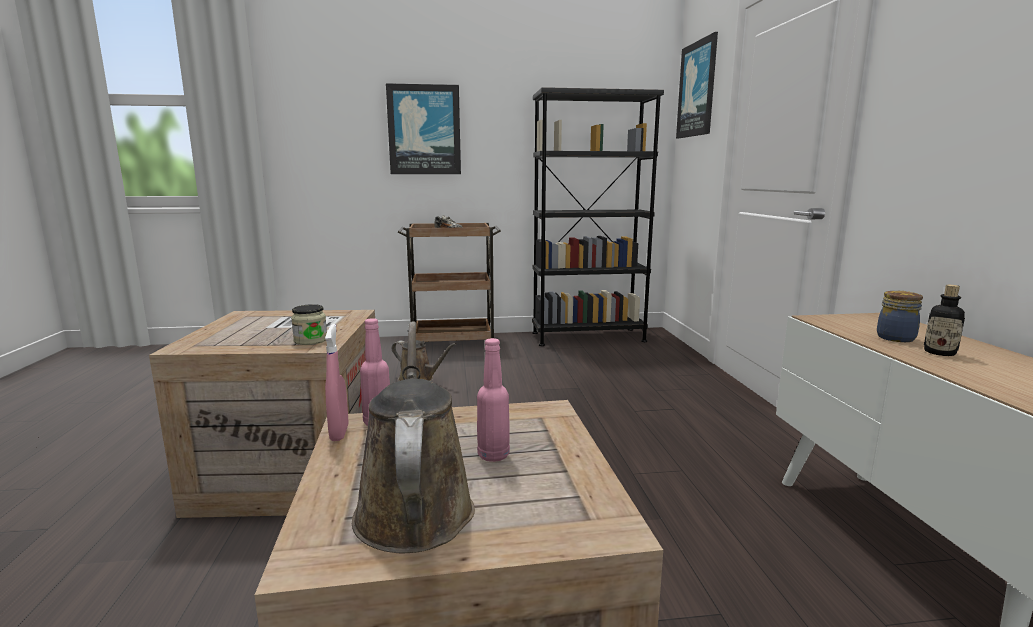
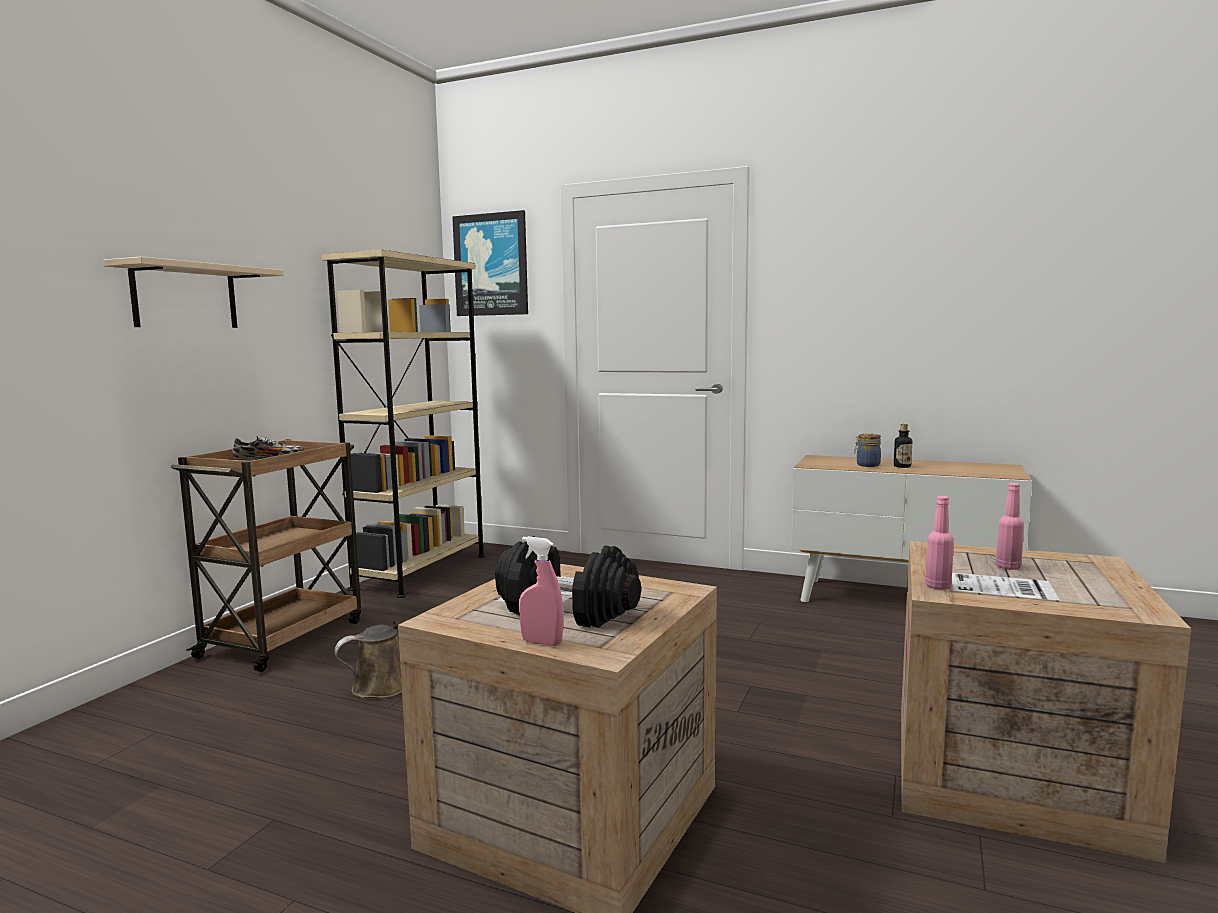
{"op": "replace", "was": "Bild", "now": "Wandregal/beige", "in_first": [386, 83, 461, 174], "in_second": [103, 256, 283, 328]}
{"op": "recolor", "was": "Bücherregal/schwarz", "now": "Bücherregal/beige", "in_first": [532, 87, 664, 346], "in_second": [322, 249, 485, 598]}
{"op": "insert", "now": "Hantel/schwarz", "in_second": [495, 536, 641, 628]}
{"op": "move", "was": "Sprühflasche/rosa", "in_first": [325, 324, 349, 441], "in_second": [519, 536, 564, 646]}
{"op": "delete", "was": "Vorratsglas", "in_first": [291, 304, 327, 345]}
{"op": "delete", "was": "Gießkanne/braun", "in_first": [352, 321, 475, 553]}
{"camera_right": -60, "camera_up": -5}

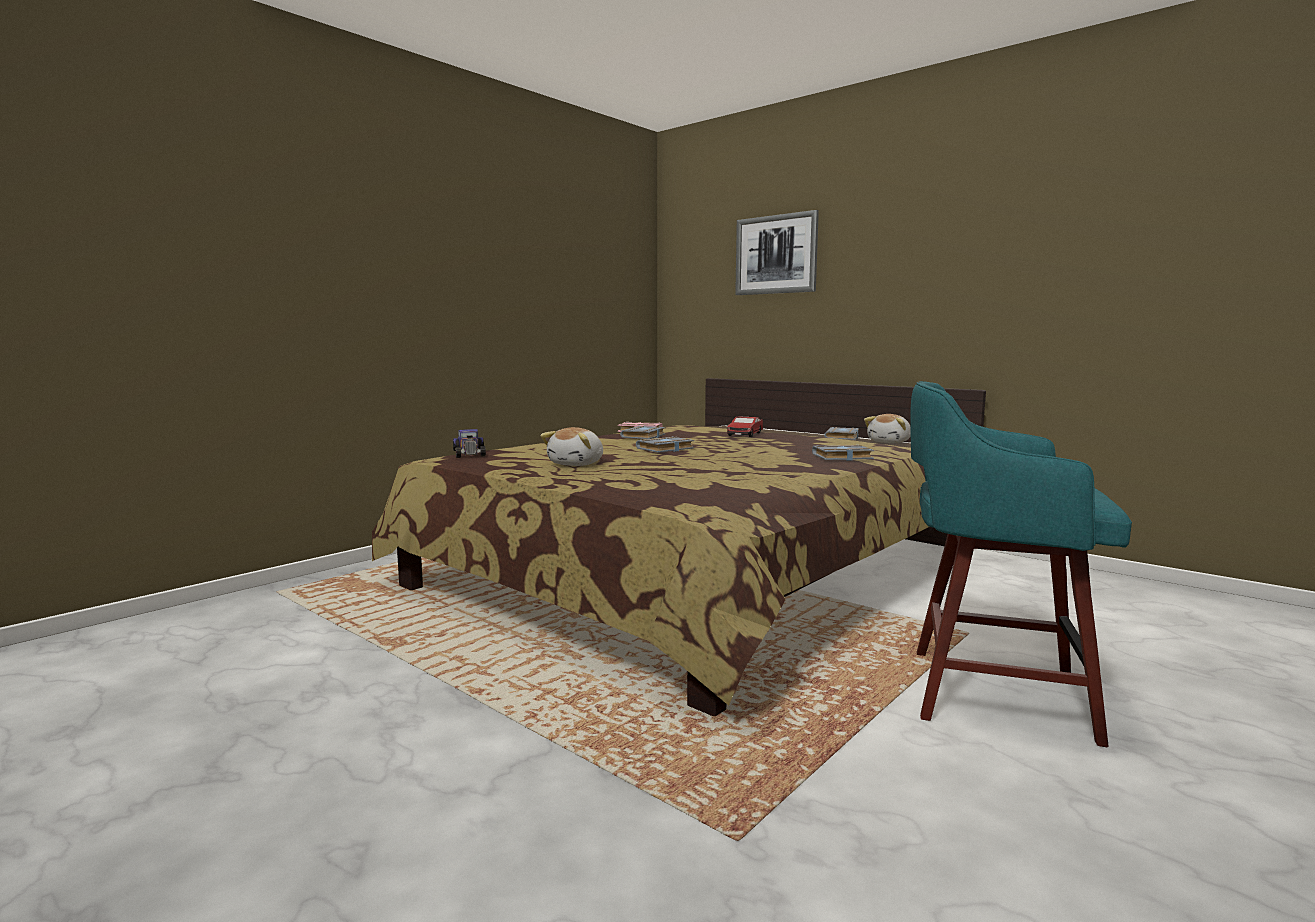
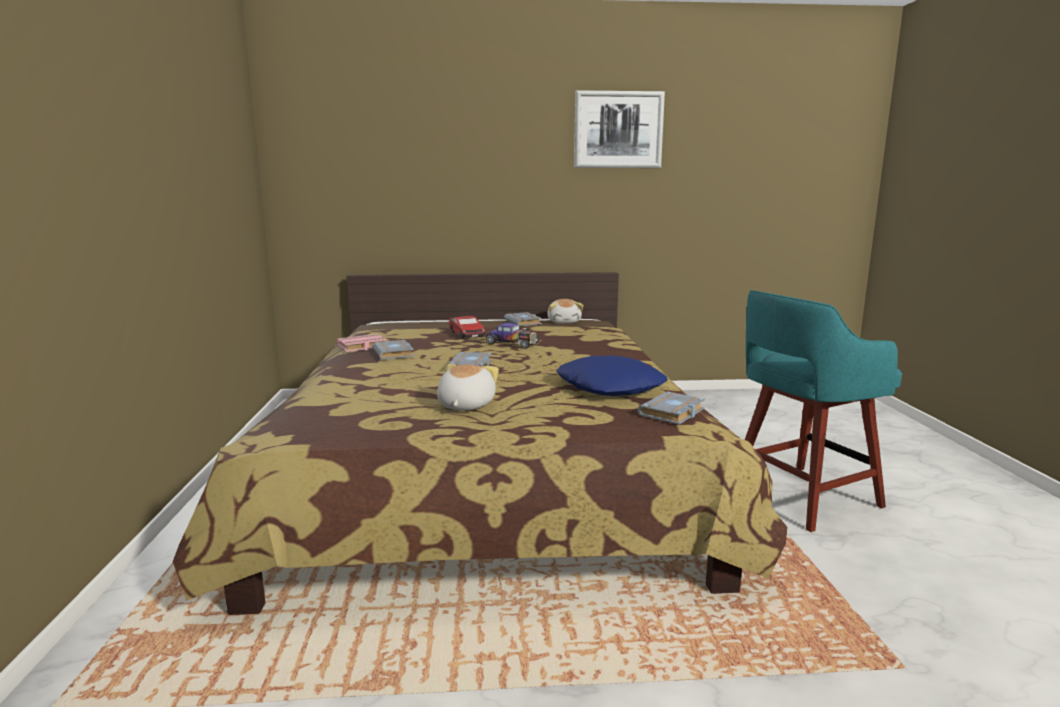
{"op": "rotate", "was": "Plüschtier", "in_first": [540, 427, 603, 466], "in_second": [437, 364, 499, 410], "clockwise": -150}
{"op": "move", "was": "Spielzeugauto", "in_first": [453, 429, 486, 458], "in_second": [486, 323, 539, 349]}
{"op": "insert", "now": "Kissen/blau", "in_second": [557, 356, 668, 396]}
{"op": "move", "was": "Bild", "in_first": [735, 210, 819, 295], "in_second": [574, 90, 665, 168]}
{"op": "move", "was": "Buch/grau", "in_first": [812, 445, 874, 461], "in_second": [638, 391, 705, 425]}
{"camera_right": -45, "camera_up": 5}

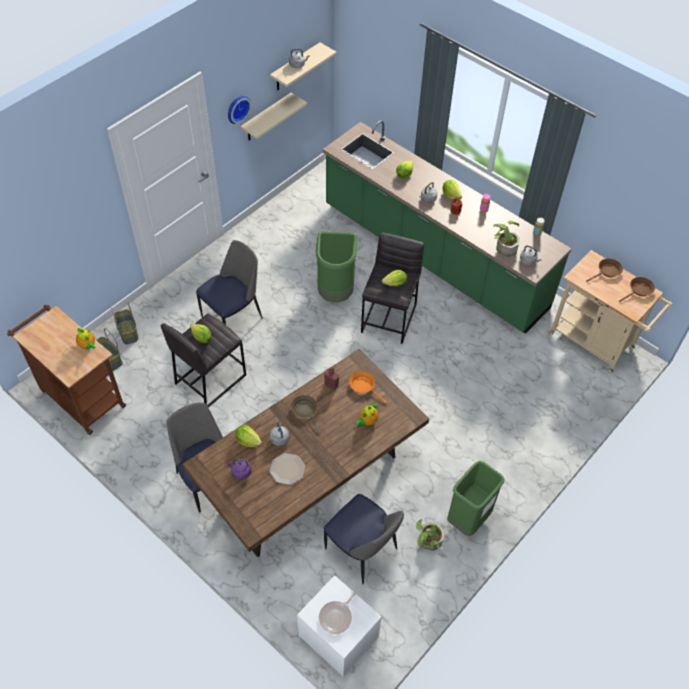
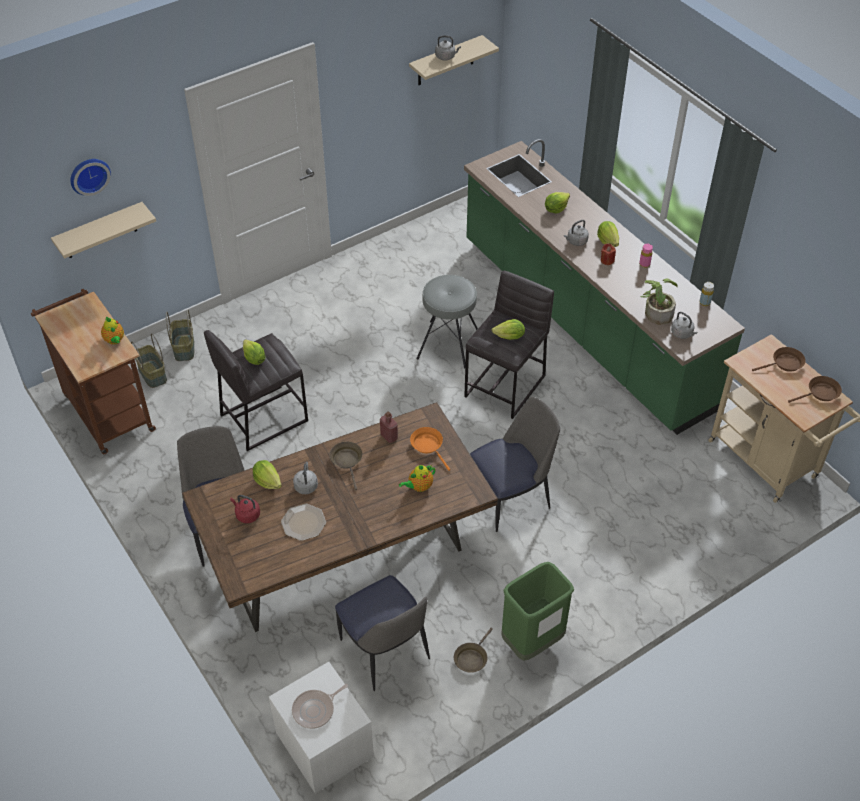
{"op": "move", "was": "Wandregal/beige", "in_first": [241, 93, 307, 140], "in_second": [51, 202, 156, 259]}
{"op": "move", "was": "Wanduhr", "in_first": [228, 96, 251, 124], "in_second": [70, 159, 111, 196]}
{"op": "recolor", "was": "Wasserkessel/lila", "now": "Wasserkessel/rot", "in_first": [226, 459, 252, 480], "in_second": [230, 495, 260, 523]}
{"op": "replace", "was": "Mülleimer/grün", "now": "Hocker/grau", "in_first": [316, 231, 357, 303], "in_second": [416, 275, 478, 368]}
{"op": "replace", "was": "Topfpflanze", "now": "Pfanne/braun", "in_first": [416, 519, 445, 551], "in_second": [454, 628, 493, 673]}
{"op": "move", "was": "Stuhl", "in_first": [196, 240, 262, 325], "in_second": [470, 397, 560, 532]}
{"camera_right": 15, "camera_up": -5}

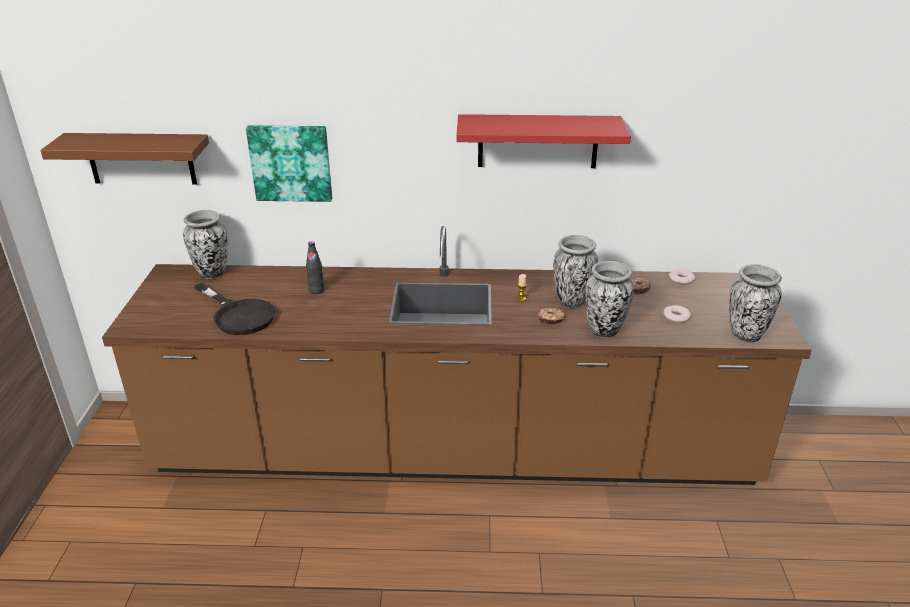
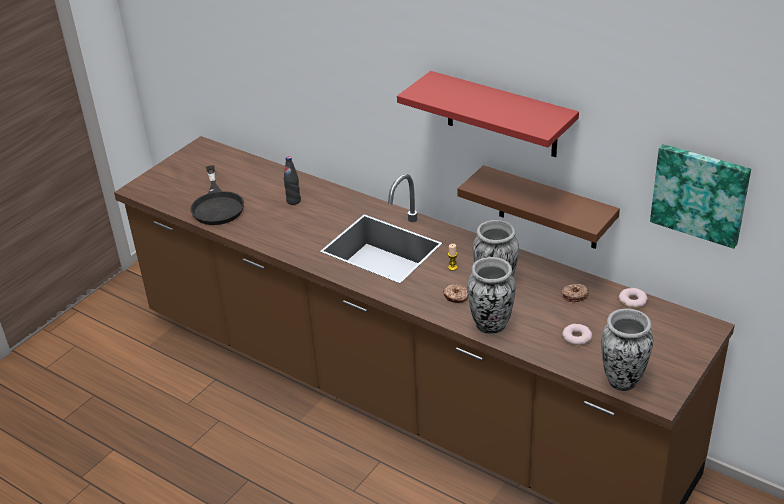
{"op": "move", "was": "Wandregal/braun", "in_first": [40, 133, 209, 185], "in_second": [457, 165, 620, 249]}
{"op": "move", "was": "Bild", "in_first": [246, 125, 332, 202], "in_second": [650, 144, 751, 249]}
{"op": "delete", "was": "Vase", "in_first": [183, 210, 228, 279]}
{"camera_right": 35, "camera_up": 5}

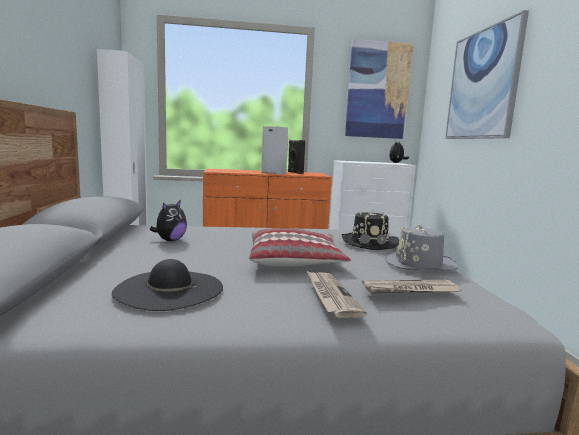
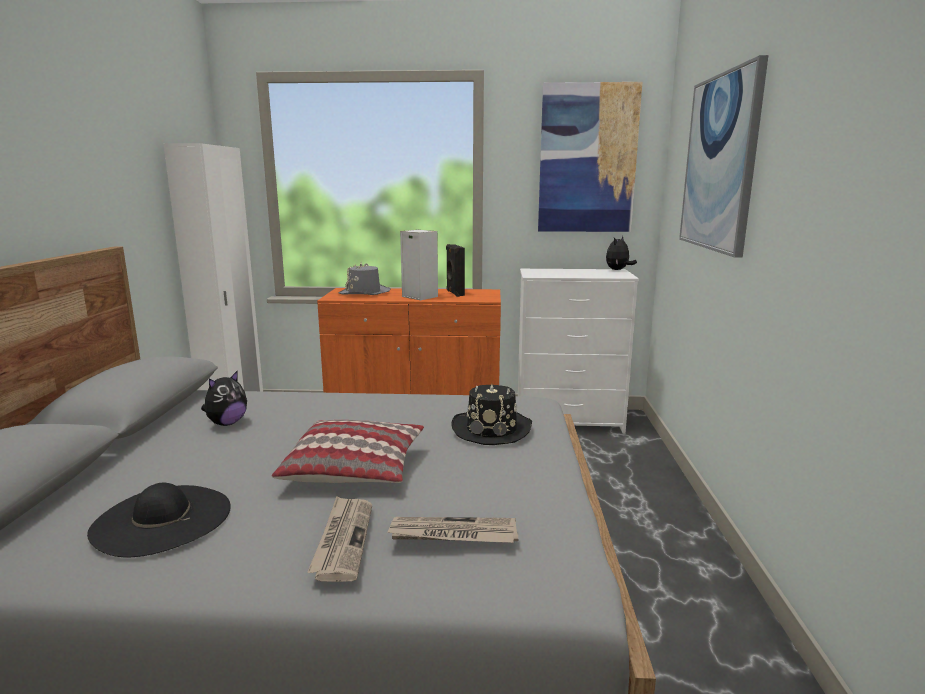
{"op": "move", "was": "Hut/grau", "in_first": [386, 223, 458, 271], "in_second": [339, 262, 391, 295]}
{"camera_right": 10, "camera_up": 5}

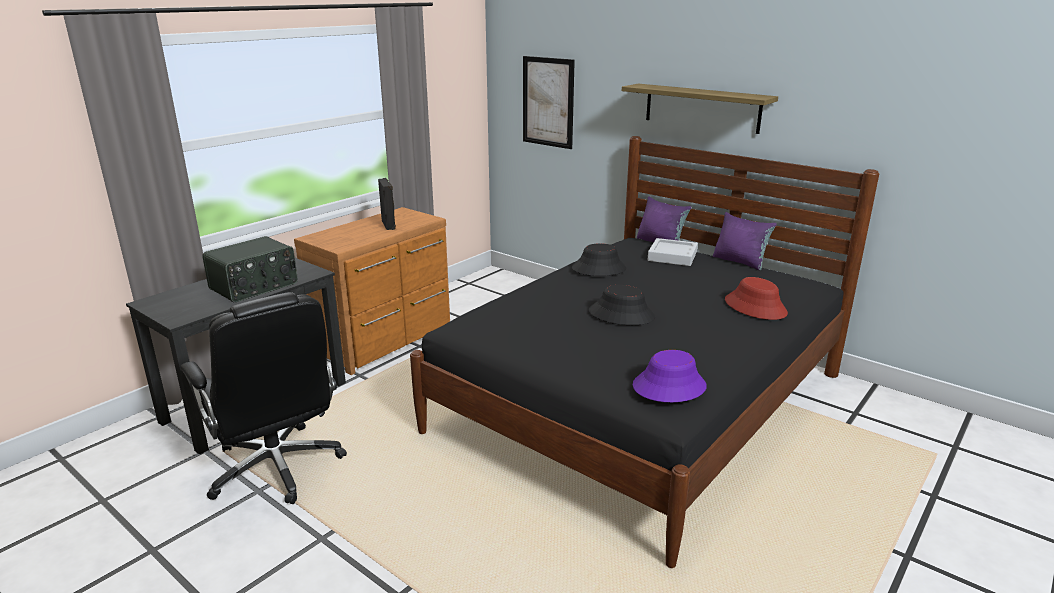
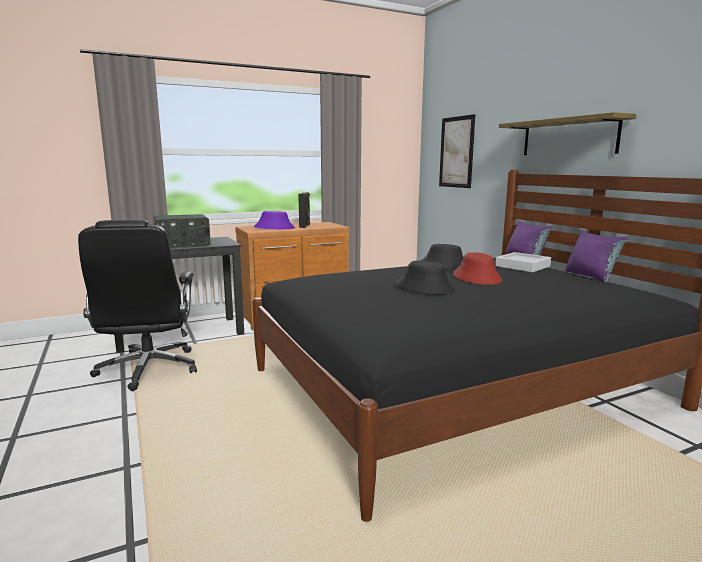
{"op": "move", "was": "Hut/lila", "in_first": [633, 350, 707, 402], "in_second": [254, 211, 295, 229]}
{"op": "move", "was": "Hut/rot", "in_first": [725, 277, 788, 320], "in_second": [453, 252, 502, 285]}
{"camera_right": 25, "camera_up": -10}

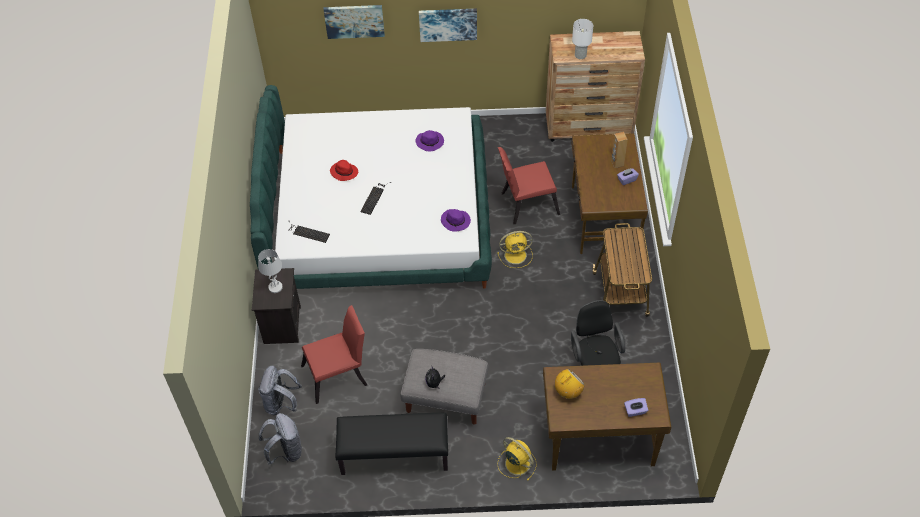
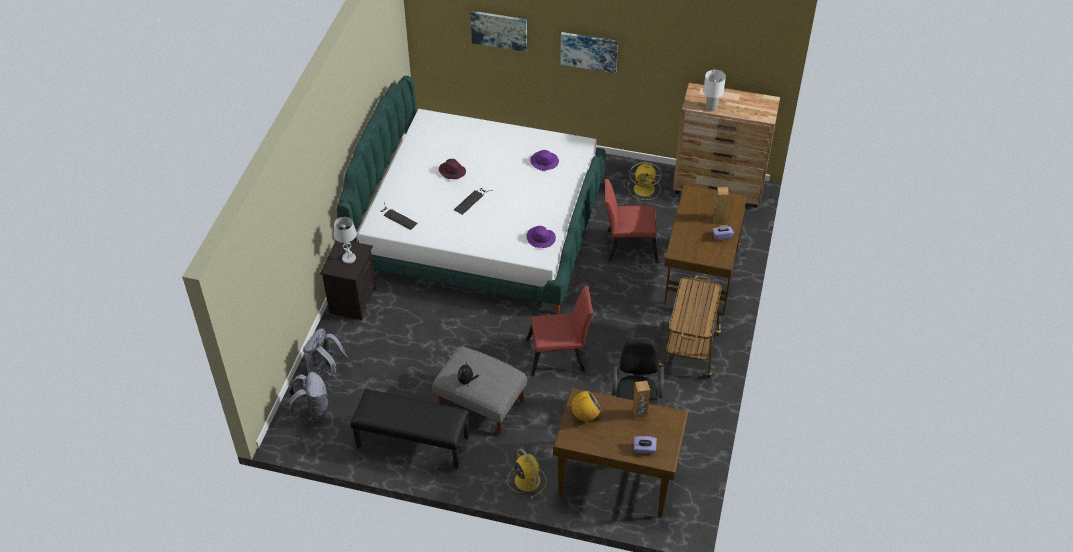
{"op": "recolor", "was": "Hut/rot", "now": "Hut/lila", "in_first": [330, 160, 358, 181], "in_second": [439, 159, 466, 179]}
{"op": "move", "was": "Stuhl/rot", "in_first": [301, 305, 367, 404], "in_second": [526, 286, 593, 376]}
{"op": "move", "was": "Ventilator/gelb", "in_first": [497, 231, 533, 268], "in_second": [628, 162, 662, 200]}
{"op": "insert", "now": "Lautsprecher/braun", "in_second": [632, 381, 650, 419]}
{"camera_right": 15, "camera_up": -5}

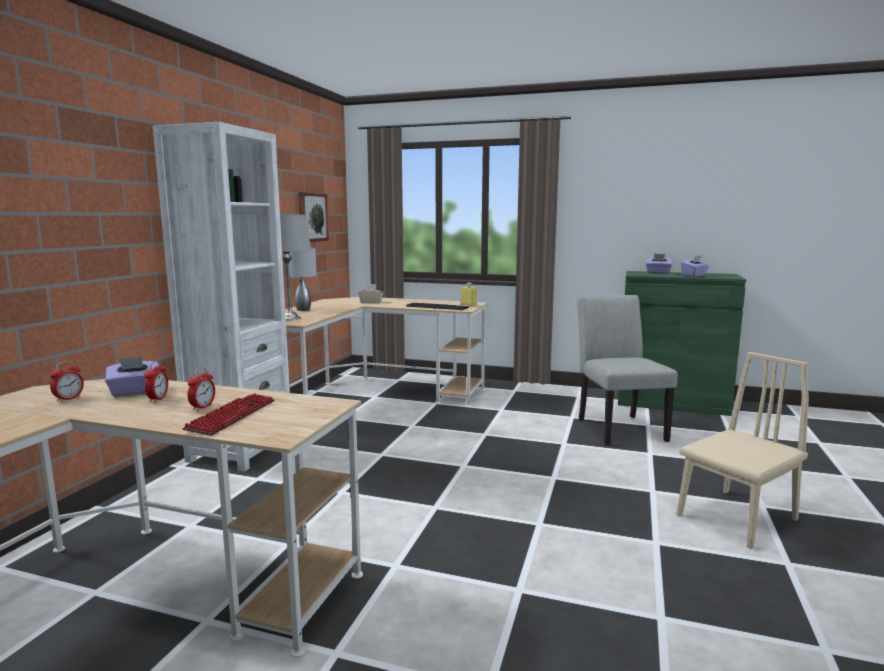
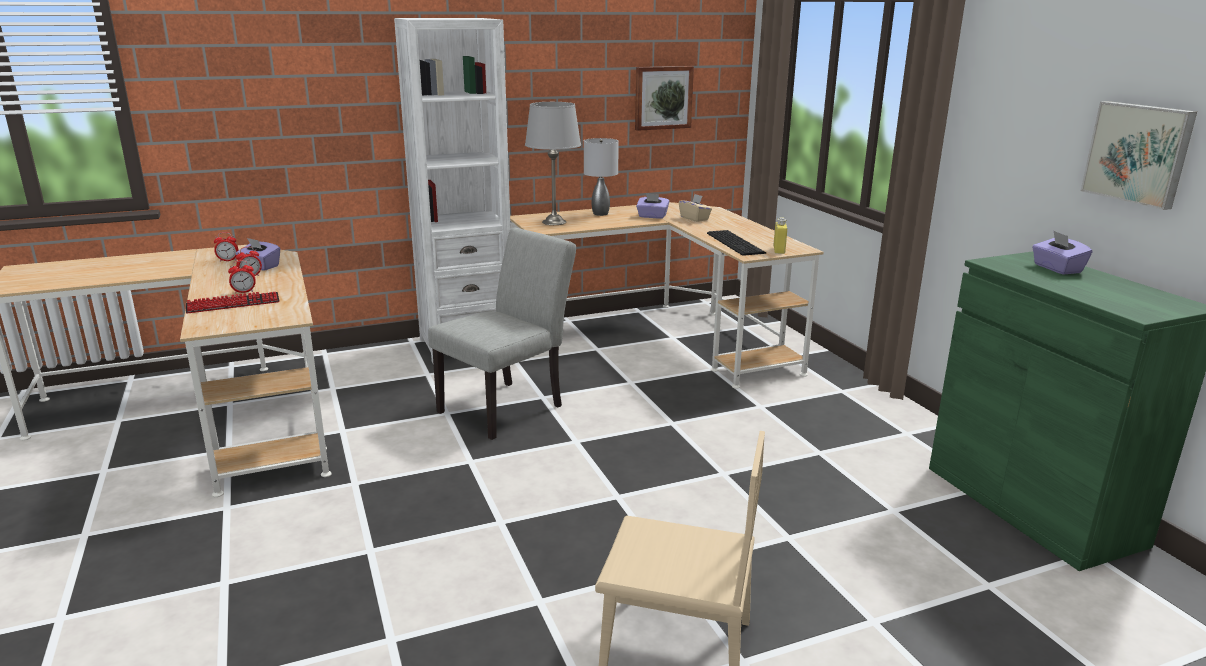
{"op": "move", "was": "Stuhl/grau", "in_first": [577, 295, 678, 445], "in_second": [428, 228, 576, 440]}
{"op": "move", "was": "Taschentuchbox/lila", "in_first": [681, 256, 710, 277], "in_second": [636, 193, 670, 219]}
{"op": "insert", "now": "Bild", "in_second": [1081, 101, 1197, 210]}
{"camera_right": 50, "camera_up": 10}

